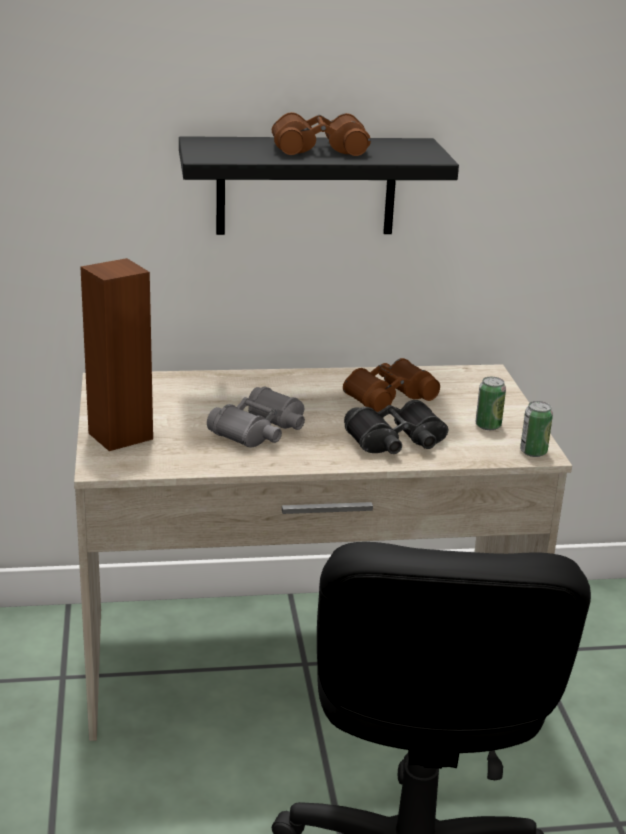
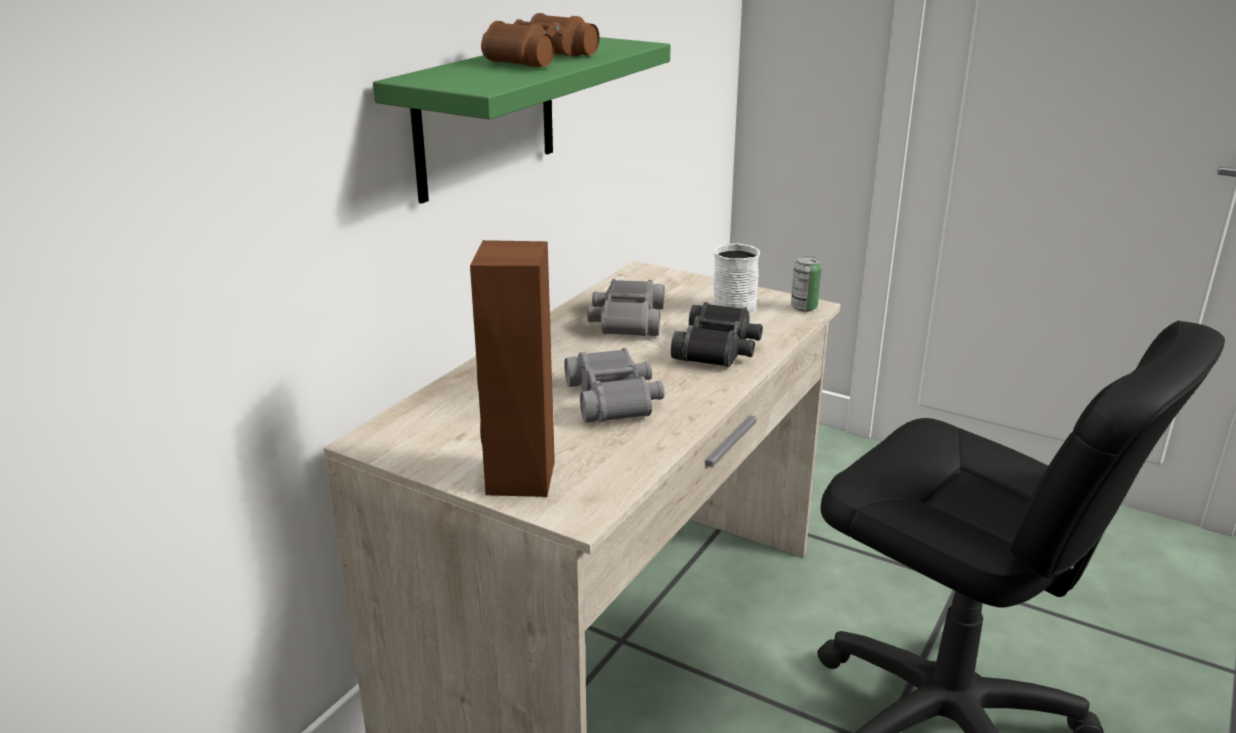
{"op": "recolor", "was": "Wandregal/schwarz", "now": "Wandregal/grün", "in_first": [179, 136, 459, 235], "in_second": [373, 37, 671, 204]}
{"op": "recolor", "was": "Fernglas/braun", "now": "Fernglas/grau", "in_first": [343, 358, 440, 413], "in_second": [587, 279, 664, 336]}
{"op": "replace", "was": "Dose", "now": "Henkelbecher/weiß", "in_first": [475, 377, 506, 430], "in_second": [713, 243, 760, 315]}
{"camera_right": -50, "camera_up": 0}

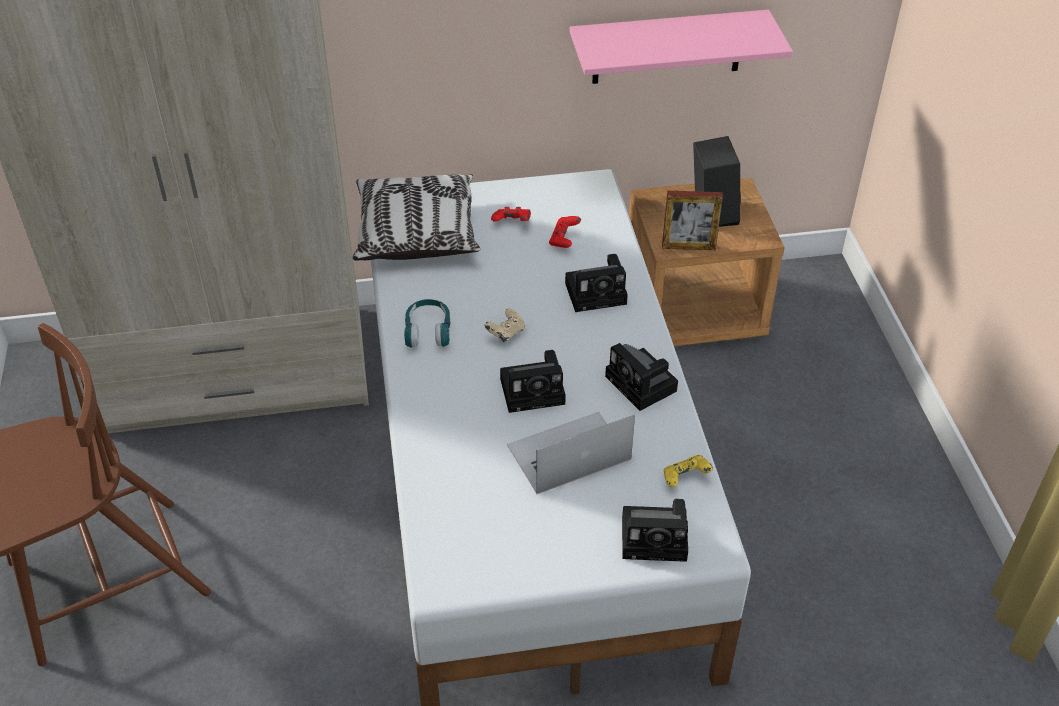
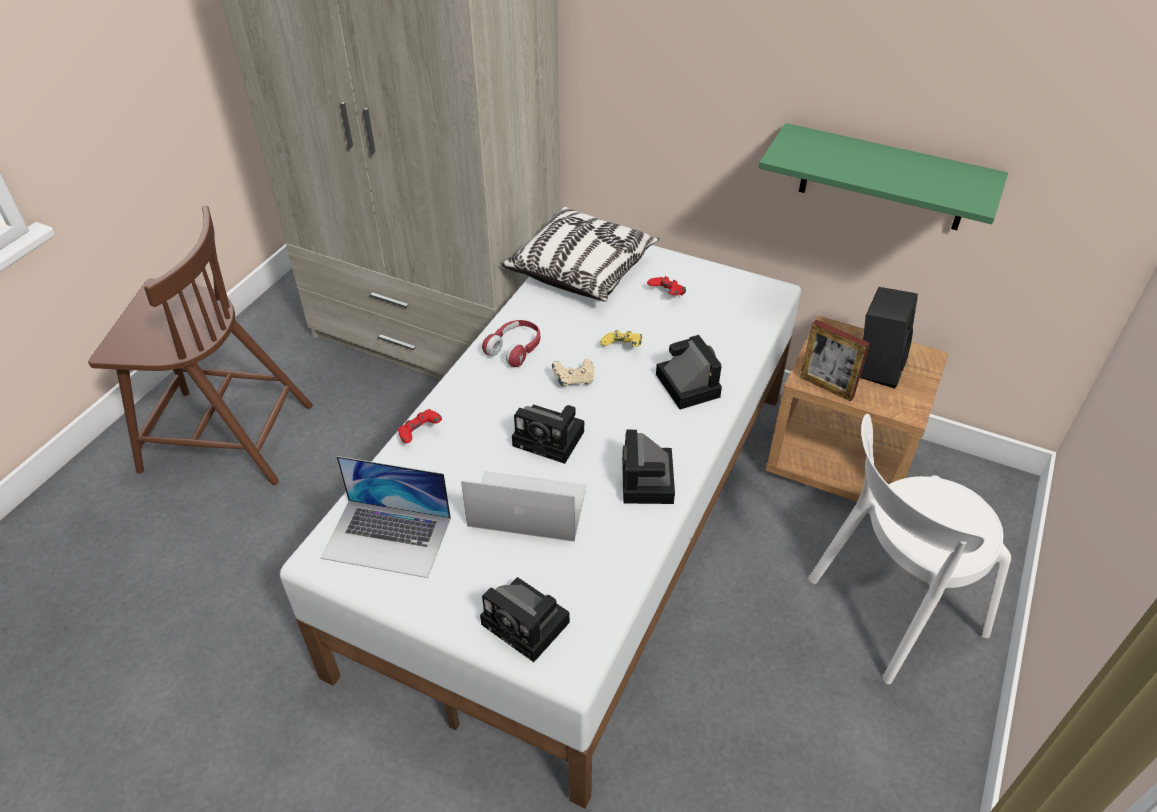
{"op": "insert", "now": "Laptop", "in_second": [321, 456, 451, 578]}
{"op": "move", "was": "Gamepad/rot", "in_first": [549, 216, 581, 248], "in_second": [398, 409, 442, 443]}
{"op": "recolor", "was": "Kopfhörer/türkis", "now": "Kopfhörer/rot", "in_first": [404, 299, 450, 347], "in_second": [482, 320, 540, 367]}
{"op": "move", "was": "Gamepad/gelb", "in_first": [664, 455, 713, 487], "in_second": [600, 330, 642, 347]}
{"op": "rotate", "was": "Kamera", "in_first": [565, 254, 628, 312], "in_second": [656, 335, 722, 409], "clockwise": -135}
{"op": "recolor", "was": "Wandregal/rosa", "now": "Wandregal/grün", "in_first": [569, 10, 793, 84], "in_second": [759, 123, 1008, 230]}
{"op": "insert", "now": "Stuhl/weiß", "in_second": [808, 414, 1011, 684]}
{"camera_right": 35, "camera_up": 0}

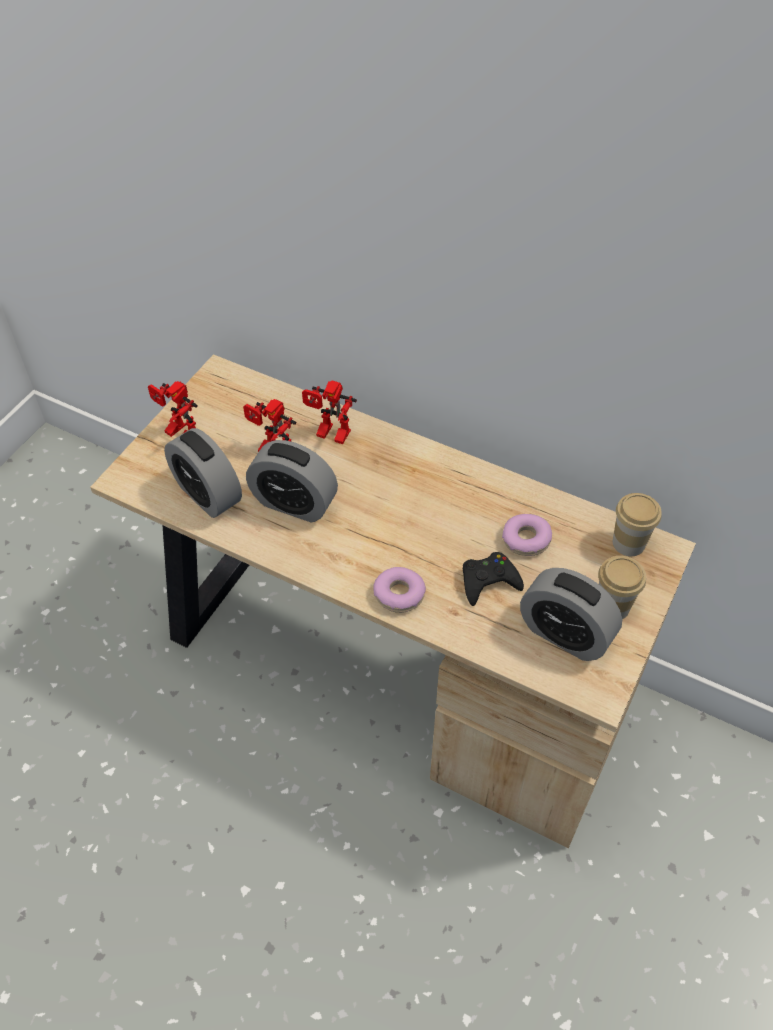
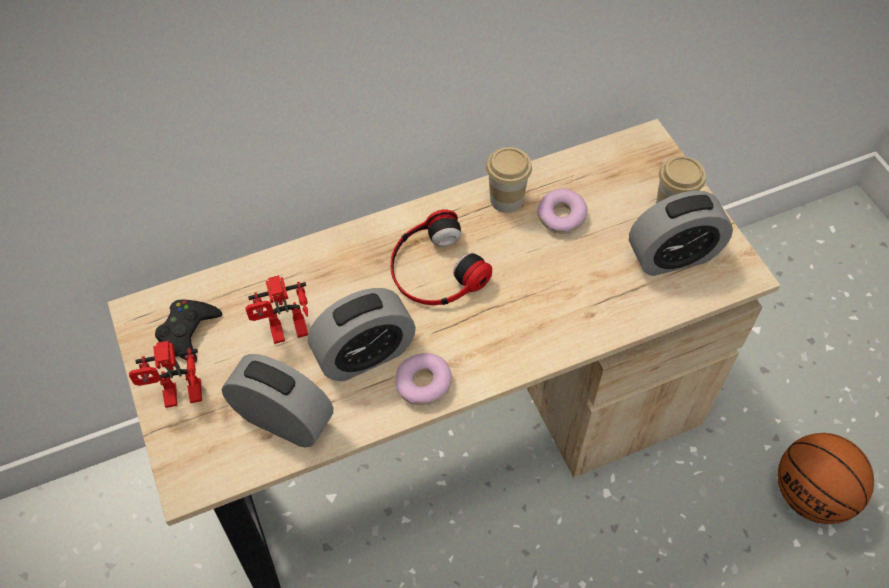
{"op": "move", "was": "Gamepad/schwarz", "in_first": [463, 552, 524, 606], "in_second": [155, 300, 222, 362]}
{"op": "rotate", "was": "Wecker", "in_first": [164, 428, 242, 518], "in_second": [222, 354, 333, 447], "clockwise": -150}
{"op": "insert", "now": "Kopfhörer", "in_second": [390, 209, 492, 305]}
{"op": "move", "was": "Donut", "in_first": [373, 567, 426, 613], "in_second": [396, 353, 452, 406]}
{"op": "move", "was": "Tasse", "in_first": [613, 493, 662, 556], "in_second": [486, 147, 532, 213]}
{"op": "insert", "now": "Basketball", "in_second": [778, 433, 874, 524]}
{"op": "delete", "was": "Spielzeugroboter", "in_first": [302, 380, 357, 444]}
{"camera_right": -50, "camera_up": 5}

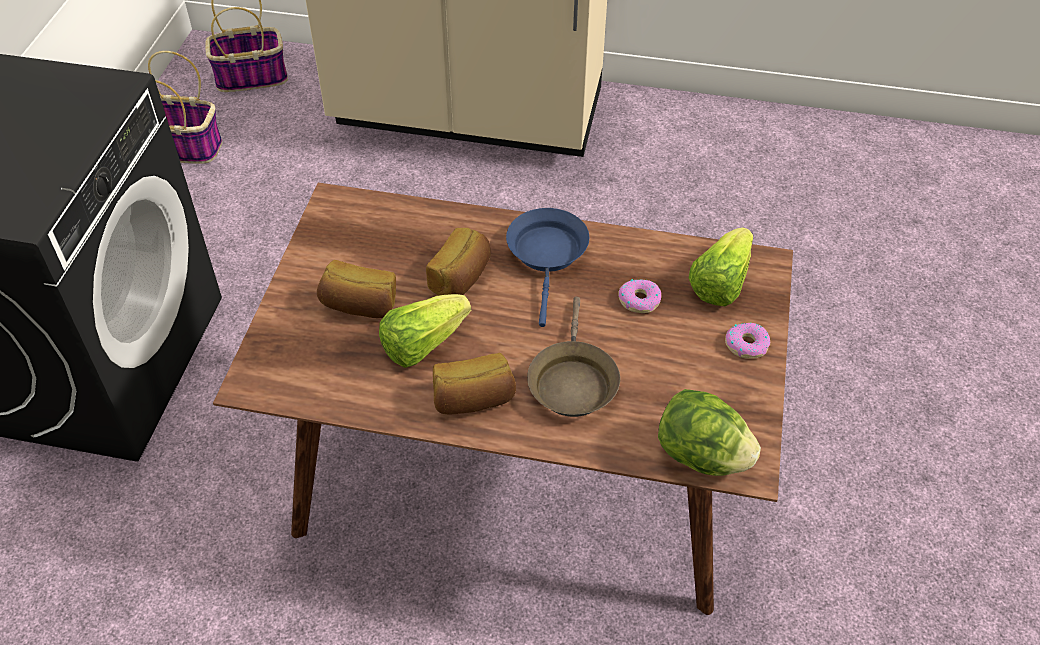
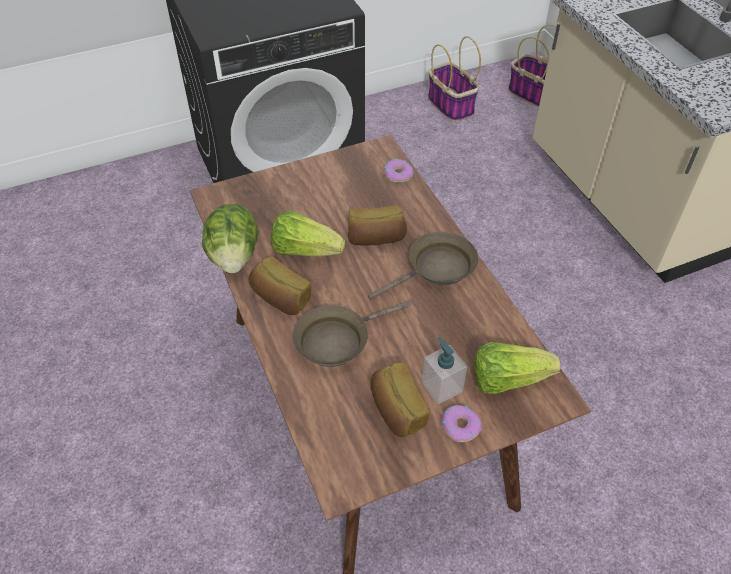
{"op": "move", "was": "Salatkopf", "in_first": [658, 389, 761, 476], "in_second": [202, 204, 258, 273]}
{"op": "recolor", "was": "Pfanne/blau", "now": "Pfanne/braun", "in_first": [506, 208, 589, 327], "in_second": [368, 232, 479, 300]}
{"op": "move", "was": "Brot", "in_first": [317, 260, 396, 318], "in_second": [370, 363, 430, 437]}
{"op": "move", "was": "Donut", "in_first": [618, 279, 661, 313], "in_second": [384, 159, 413, 183]}
{"op": "insert", "now": "Seifenspender", "in_second": [422, 337, 467, 404]}
{"camera_right": 55, "camera_up": 0}

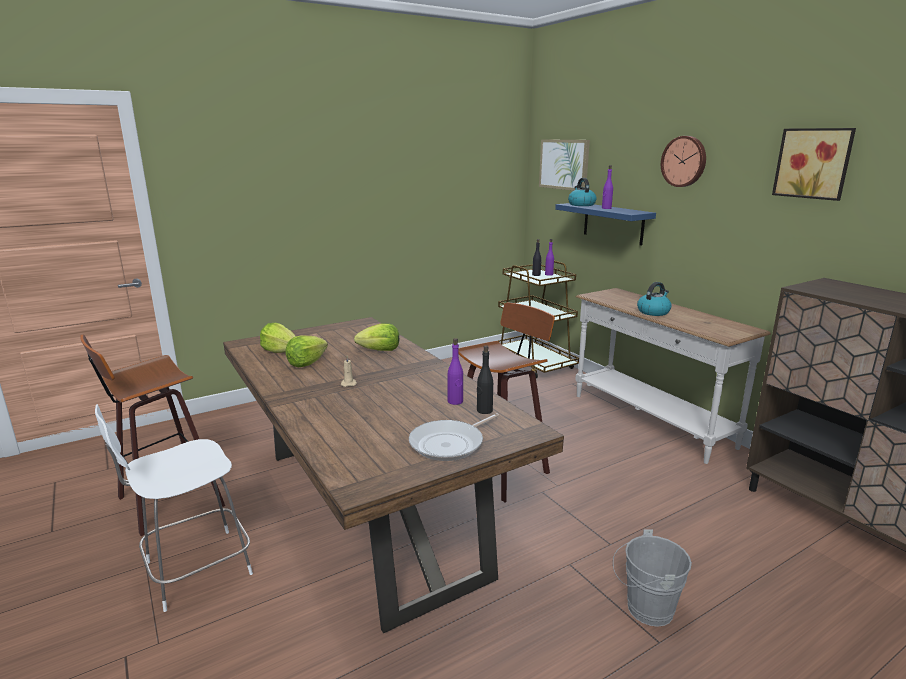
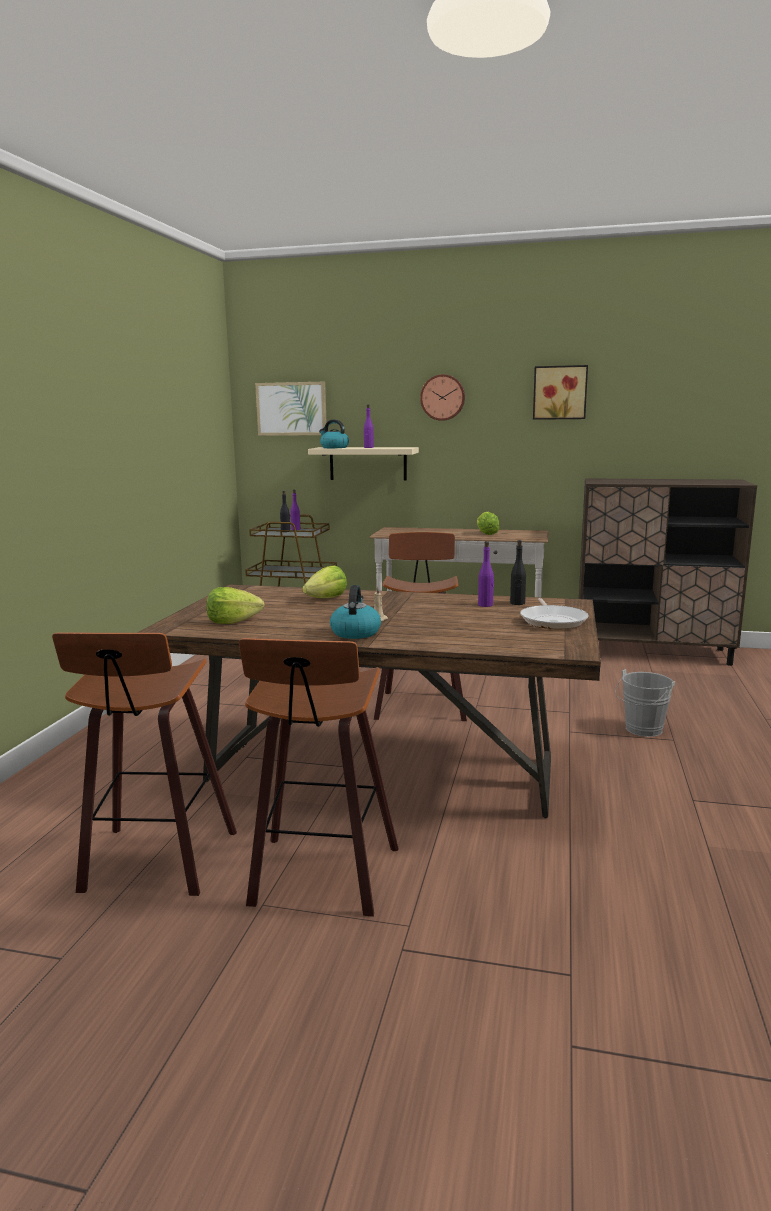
{"op": "replace", "was": "Stuhl/weiß", "now": "Hocker", "in_first": [95, 404, 253, 612], "in_second": [239, 638, 399, 917]}
{"op": "recolor", "was": "Wandregal/blau", "now": "Wandregal/beige", "in_first": [555, 203, 656, 246], "in_second": [308, 447, 419, 481]}
{"op": "move", "was": "Wasserkessel", "in_first": [637, 282, 672, 316], "in_second": [330, 585, 381, 639]}
{"op": "move", "was": "Salatkopf", "in_first": [285, 336, 328, 367], "in_second": [477, 512, 499, 535]}
{"camera_right": -45, "camera_up": -5}

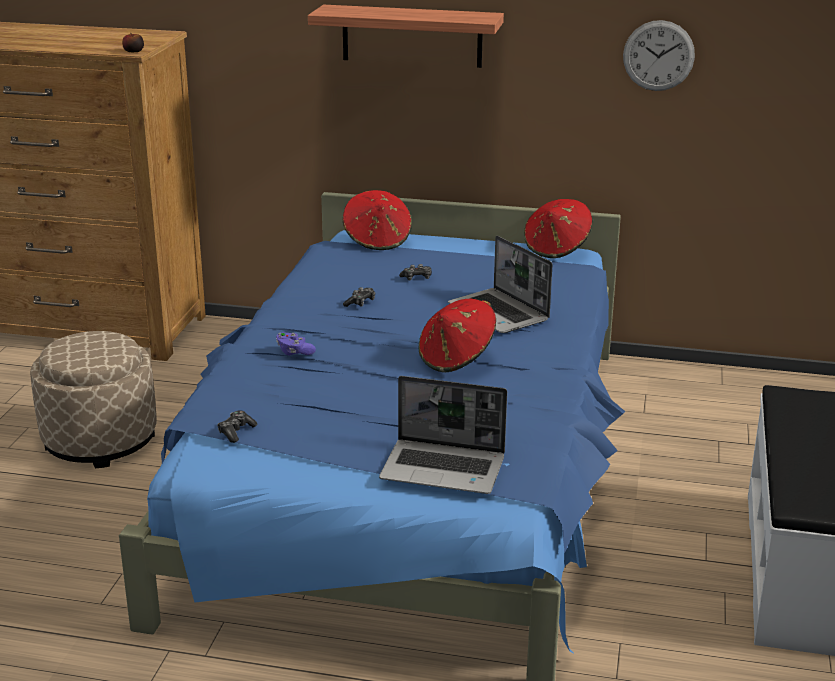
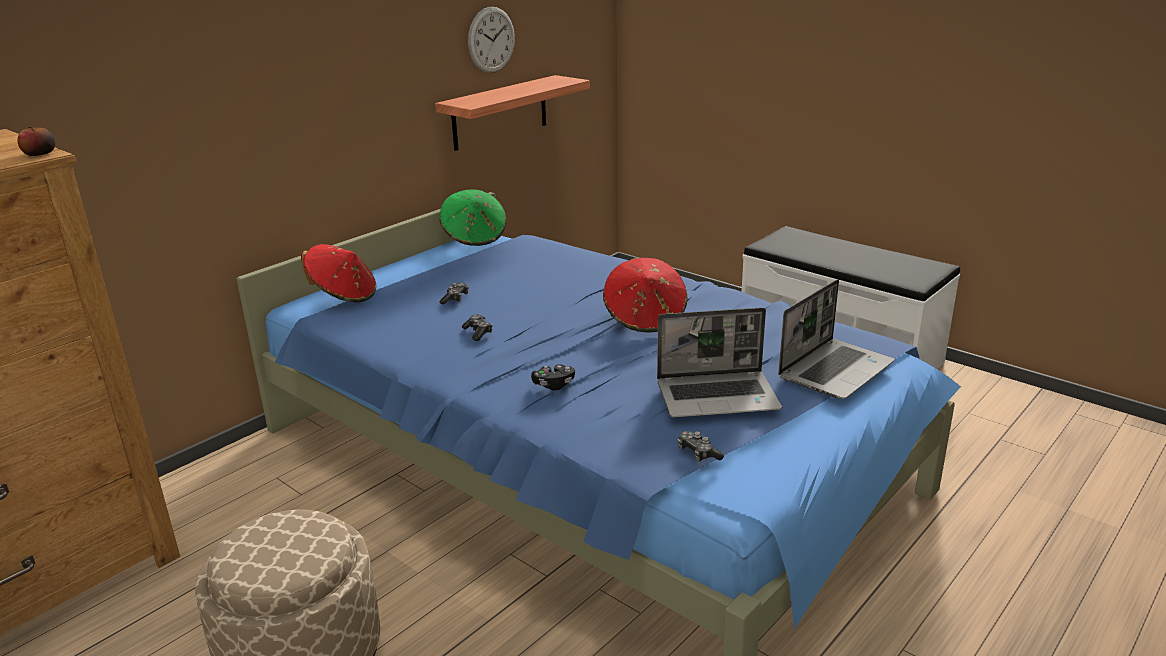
{"op": "move", "was": "Wandregal", "in_first": [308, 5, 504, 68], "in_second": [435, 75, 590, 151]}
{"op": "recolor", "was": "Hut/rot", "now": "Hut/grün", "in_first": [524, 199, 592, 258], "in_second": [439, 189, 506, 246]}
{"op": "recolor", "was": "Gamepad/lila", "now": "Gamepad/schwarz", "in_first": [276, 333, 316, 356], "in_second": [531, 364, 575, 391]}
{"op": "move", "was": "Laptop", "in_first": [448, 236, 552, 333], "in_second": [657, 307, 782, 417]}
{"camera_right": -60, "camera_up": 0}

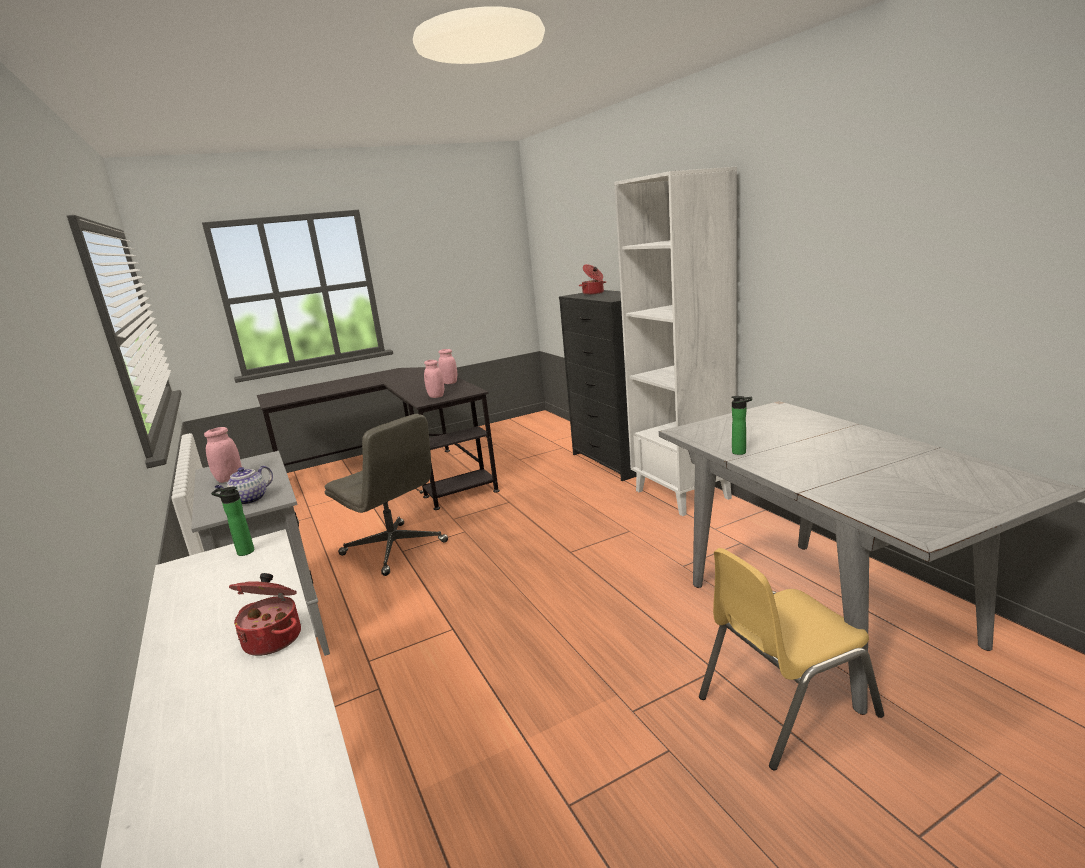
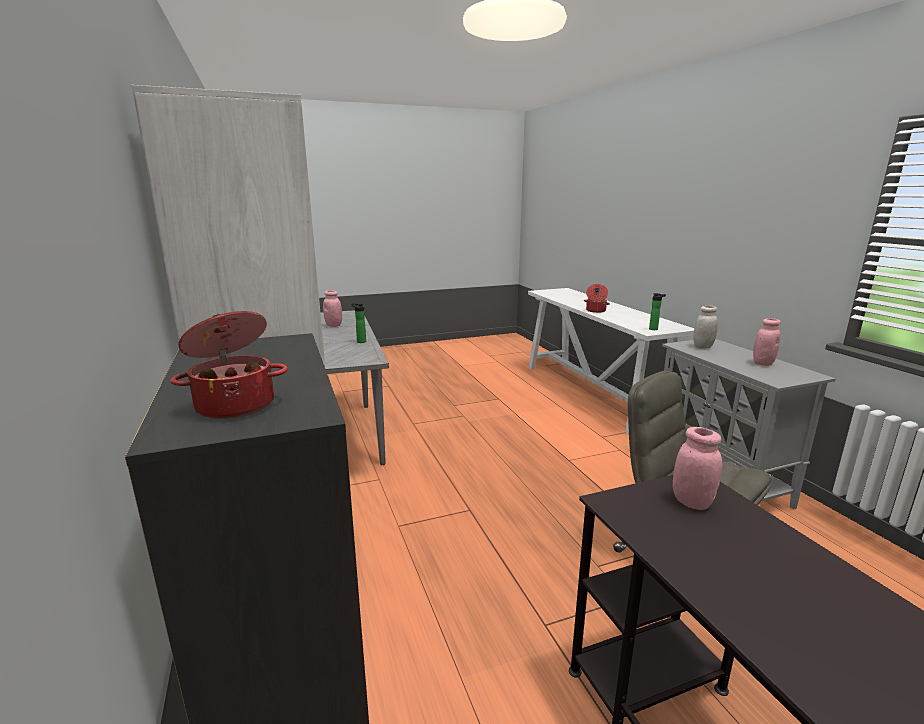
{"op": "move", "was": "Vorratsglas/rosa", "in_first": [438, 349, 457, 384], "in_second": [323, 290, 342, 327]}
{"op": "replace", "was": "Teekanne", "now": "Vorratsglas/weiß", "in_first": [214, 466, 273, 505], "in_second": [693, 306, 718, 349]}
{"op": "delete", "was": "Stuhl/gelb", "in_first": [699, 548, 884, 770]}
{"camera_right": -175, "camera_up": 0}

